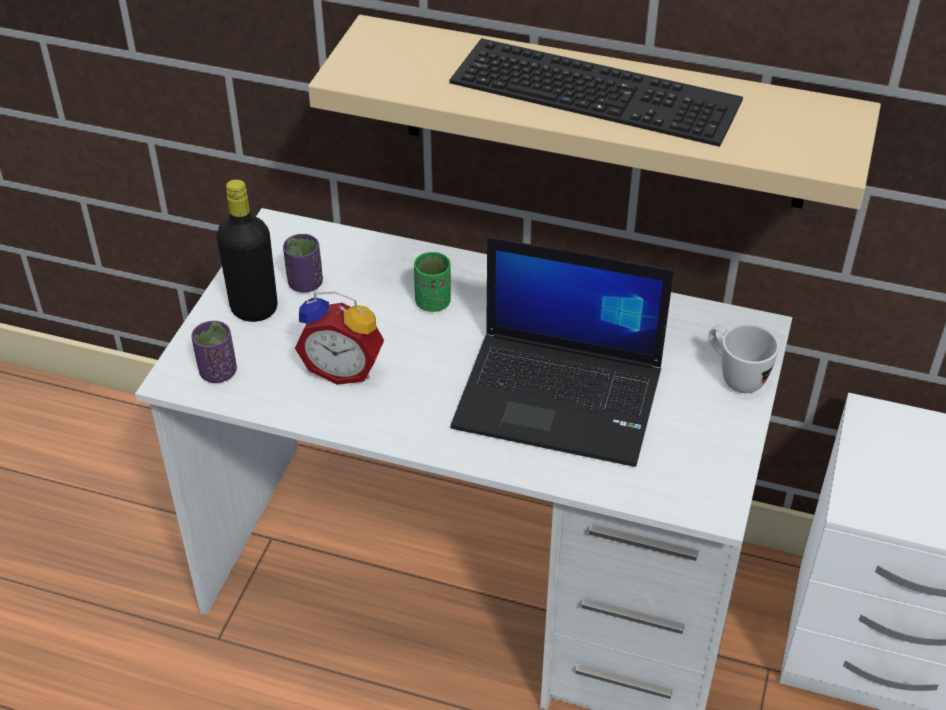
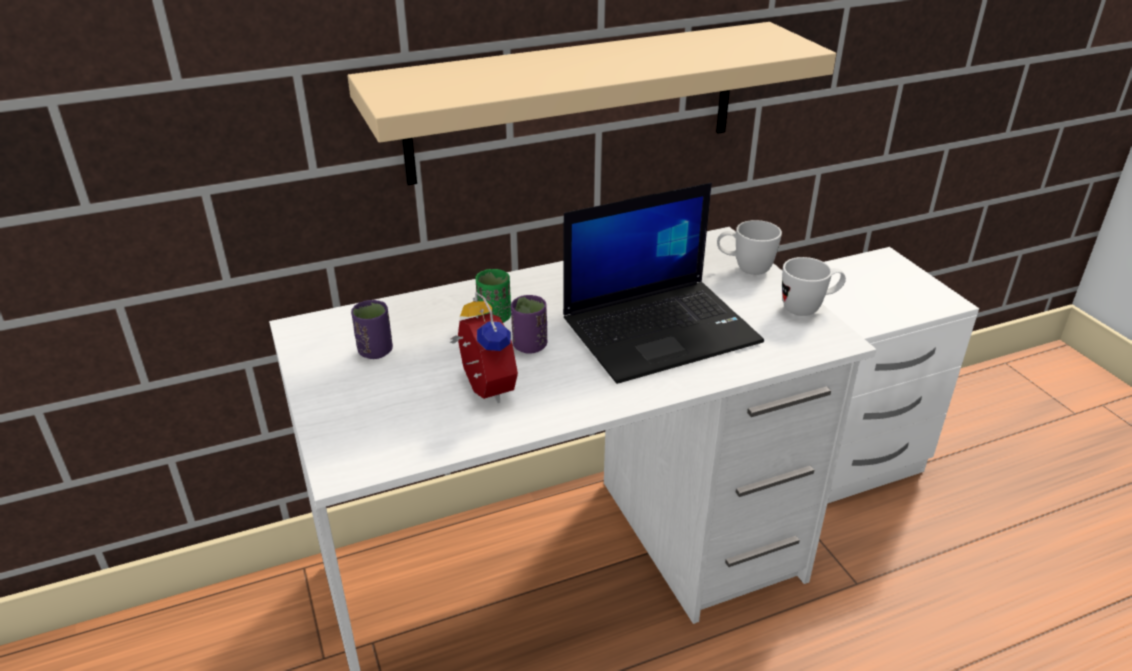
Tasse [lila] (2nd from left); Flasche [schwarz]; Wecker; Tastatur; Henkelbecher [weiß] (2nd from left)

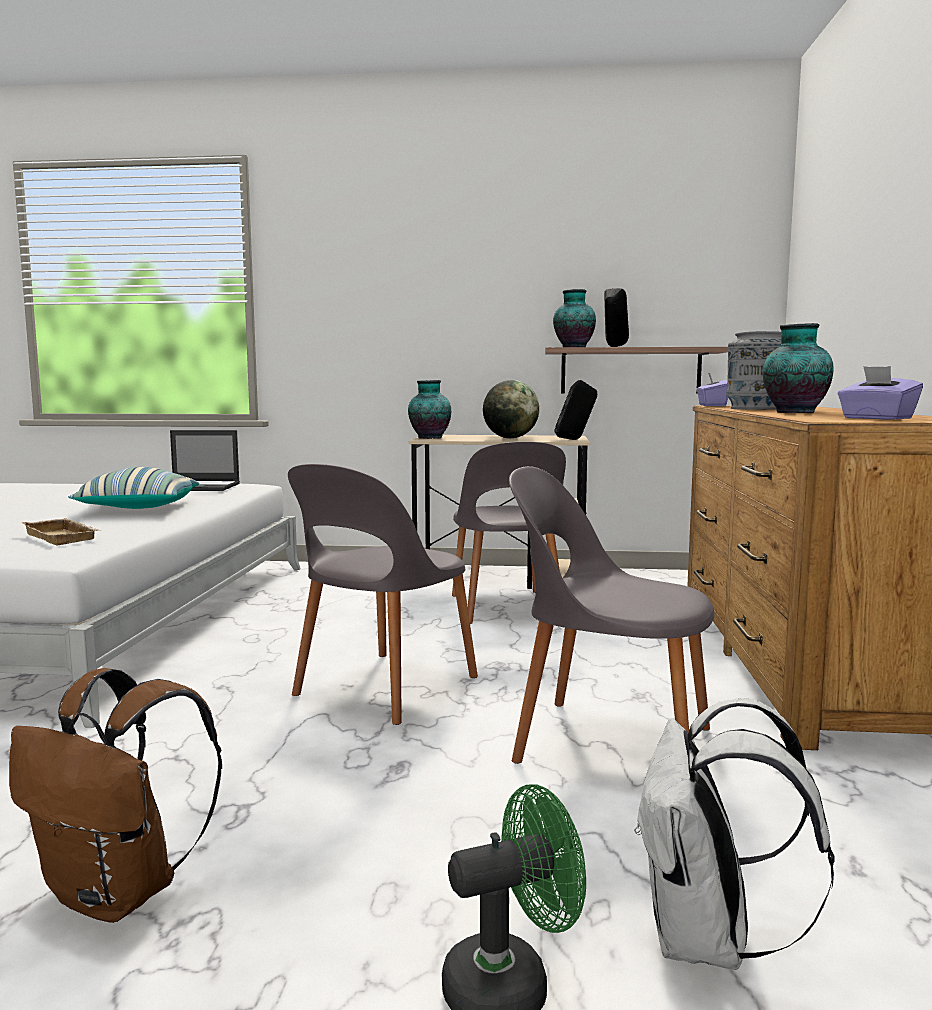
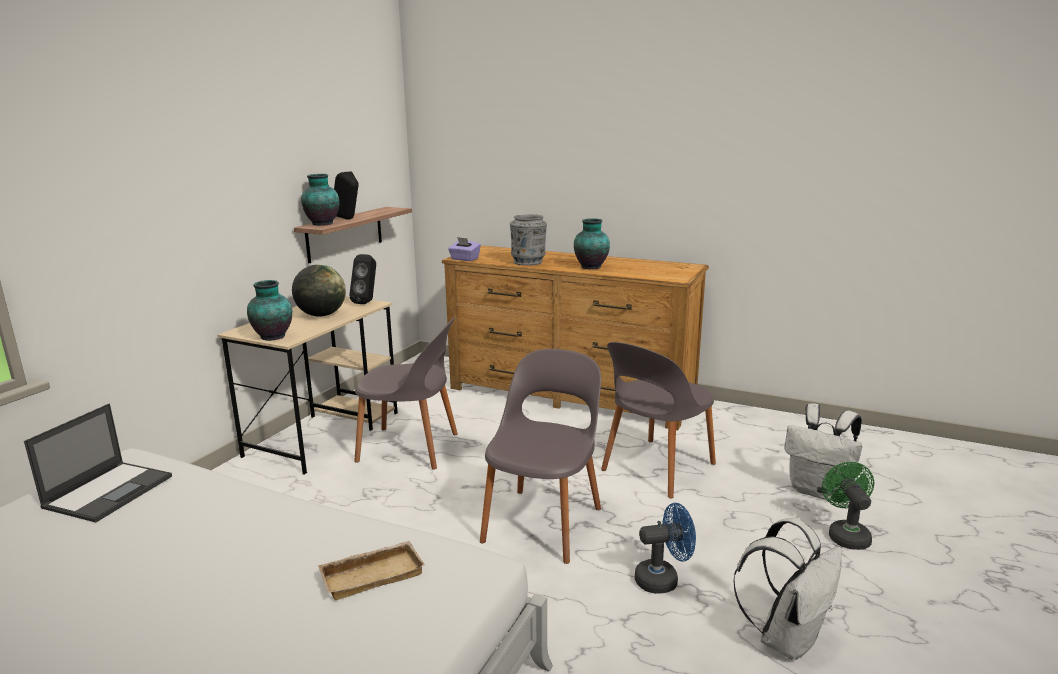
Rucksack [weiß] (1st from left); Kissen; Stuhl [grau] (2nd from left); Taschentuchbox [lila] (2nd from left in the first image); Ventilator [blau]

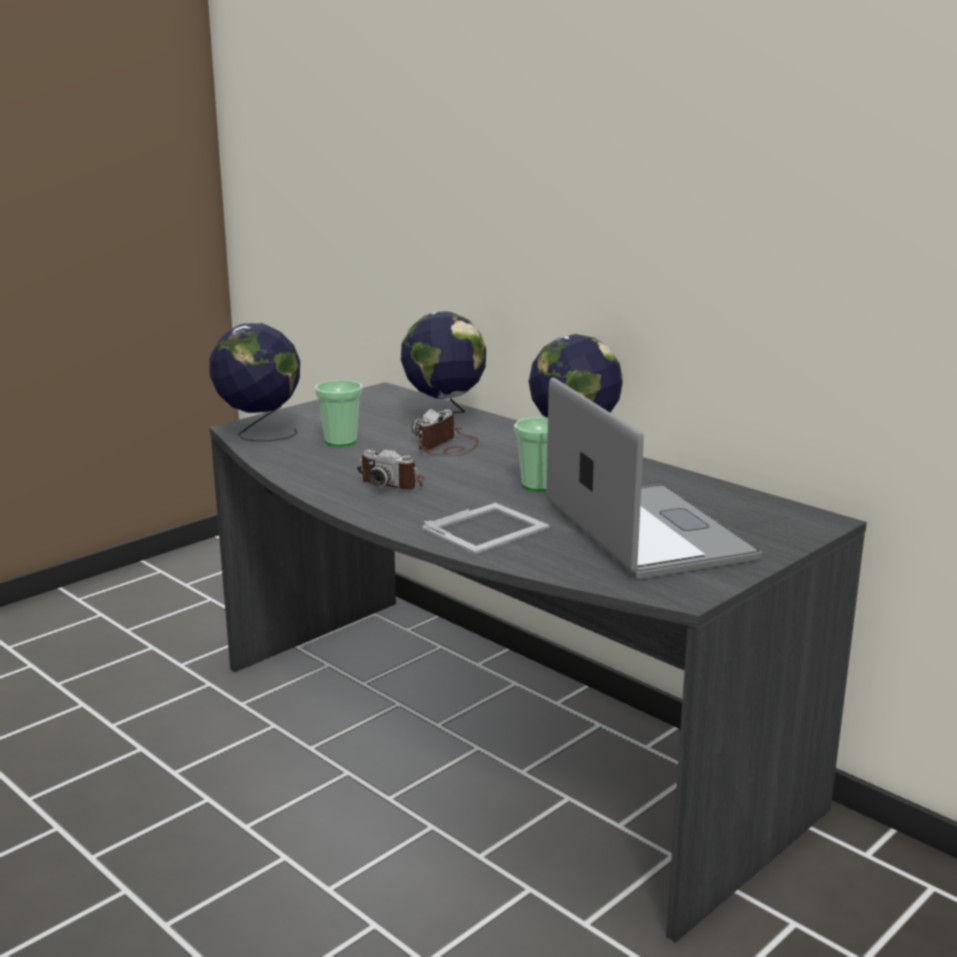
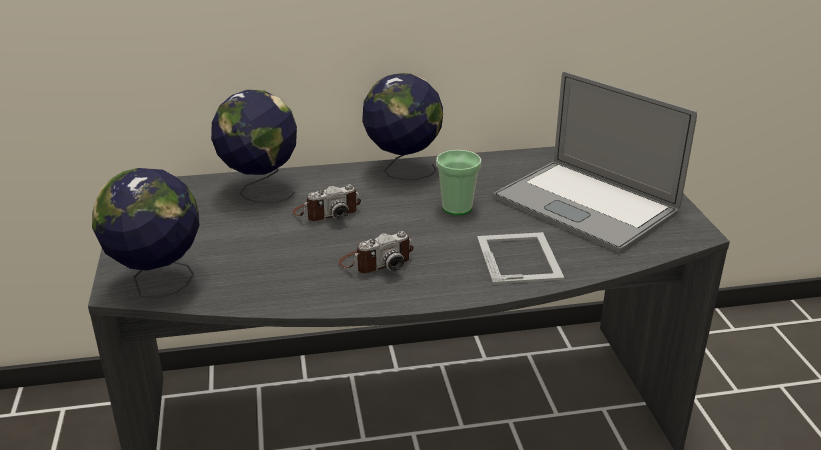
Tasse (1st from left in the first image); Kamera (1st from left); Laptop

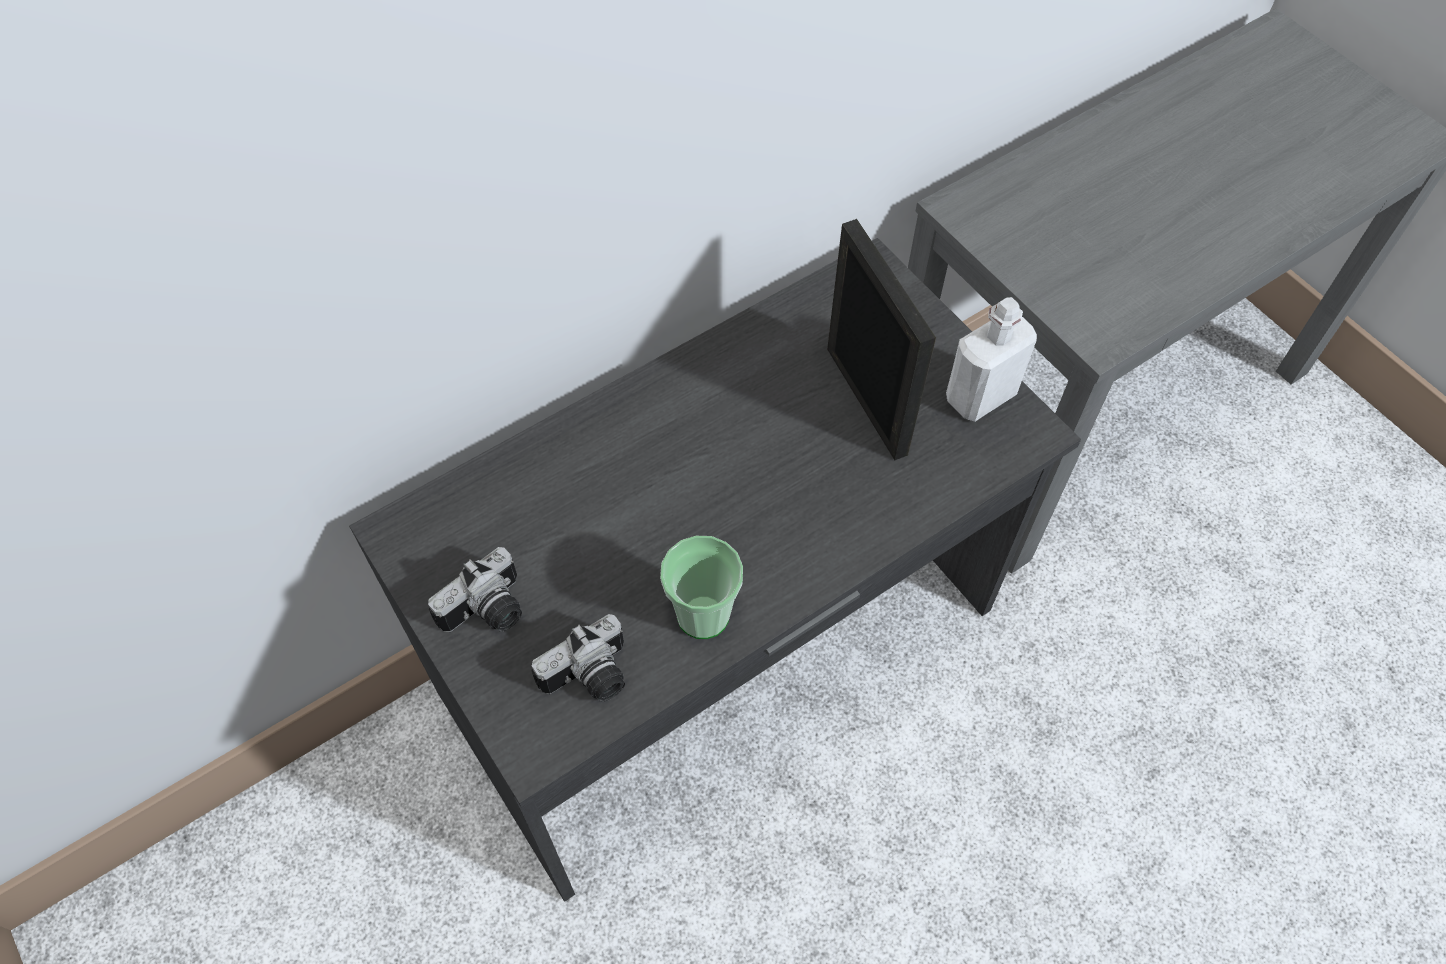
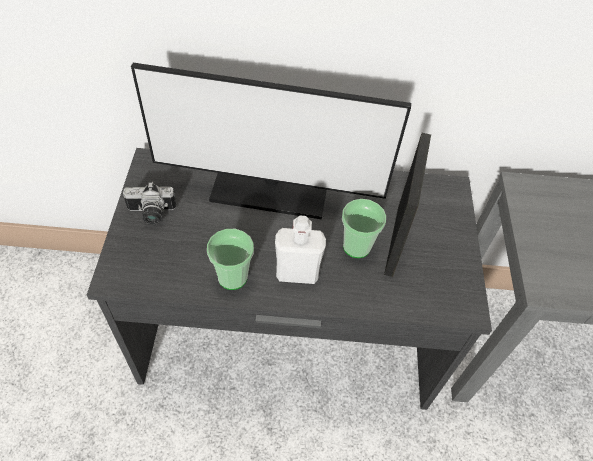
Kamera (2nd from left in the first image); Flasche [weiß]; Monitor; Tasse (2nd from left)

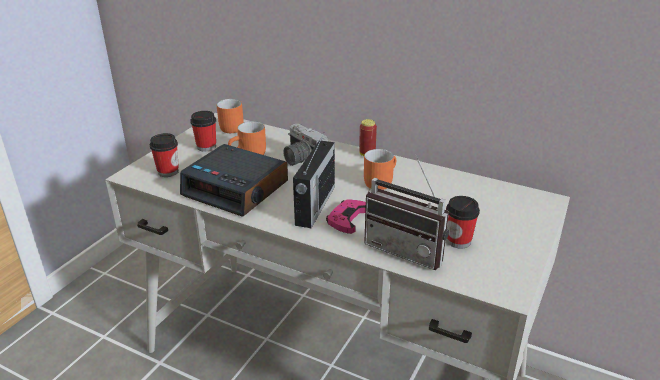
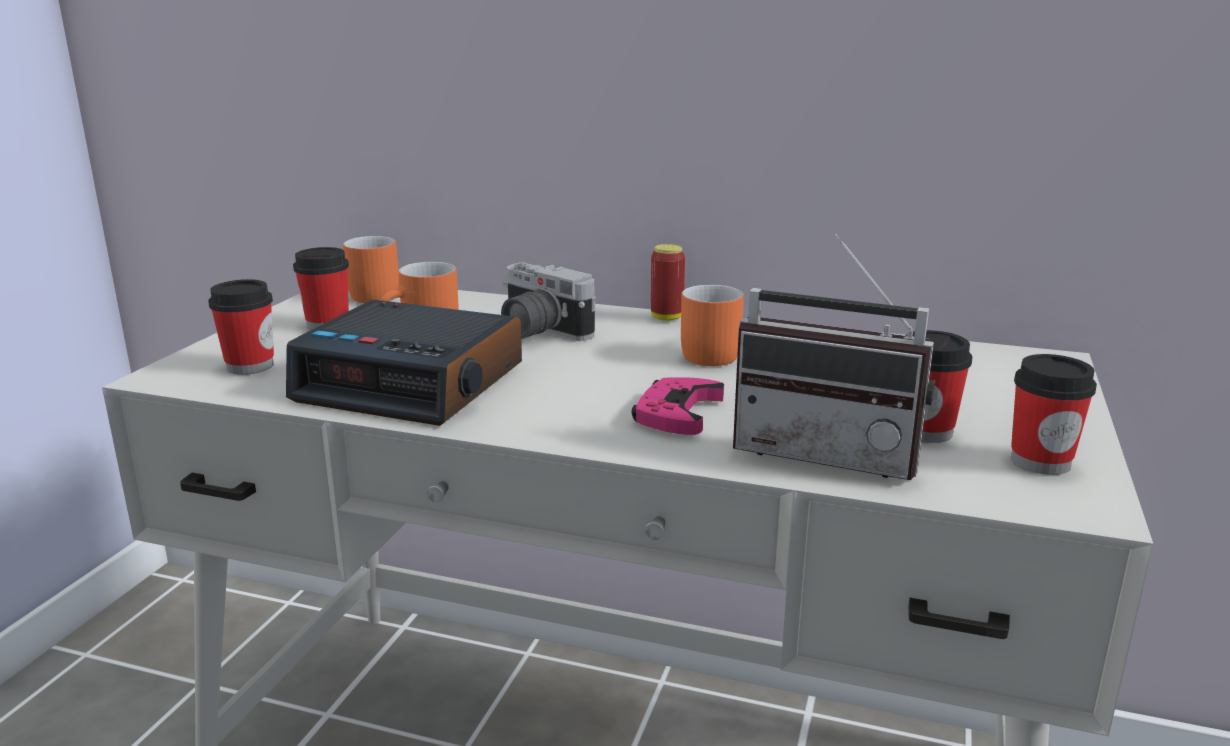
Radio (1st from left in the first image); Tasse (4th from left)

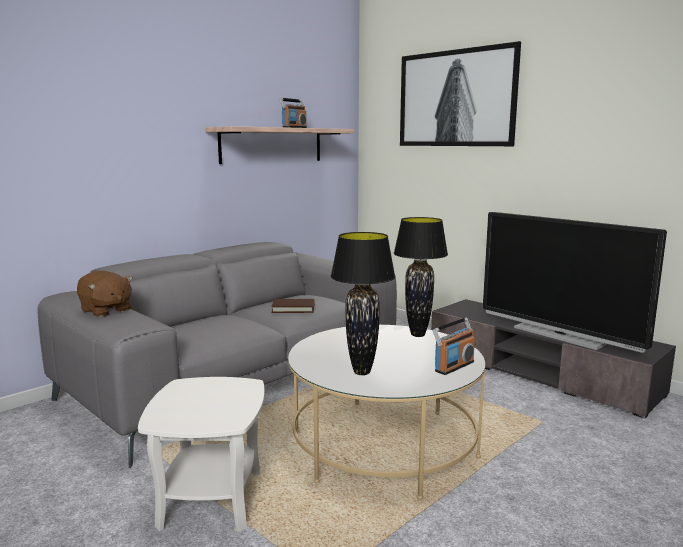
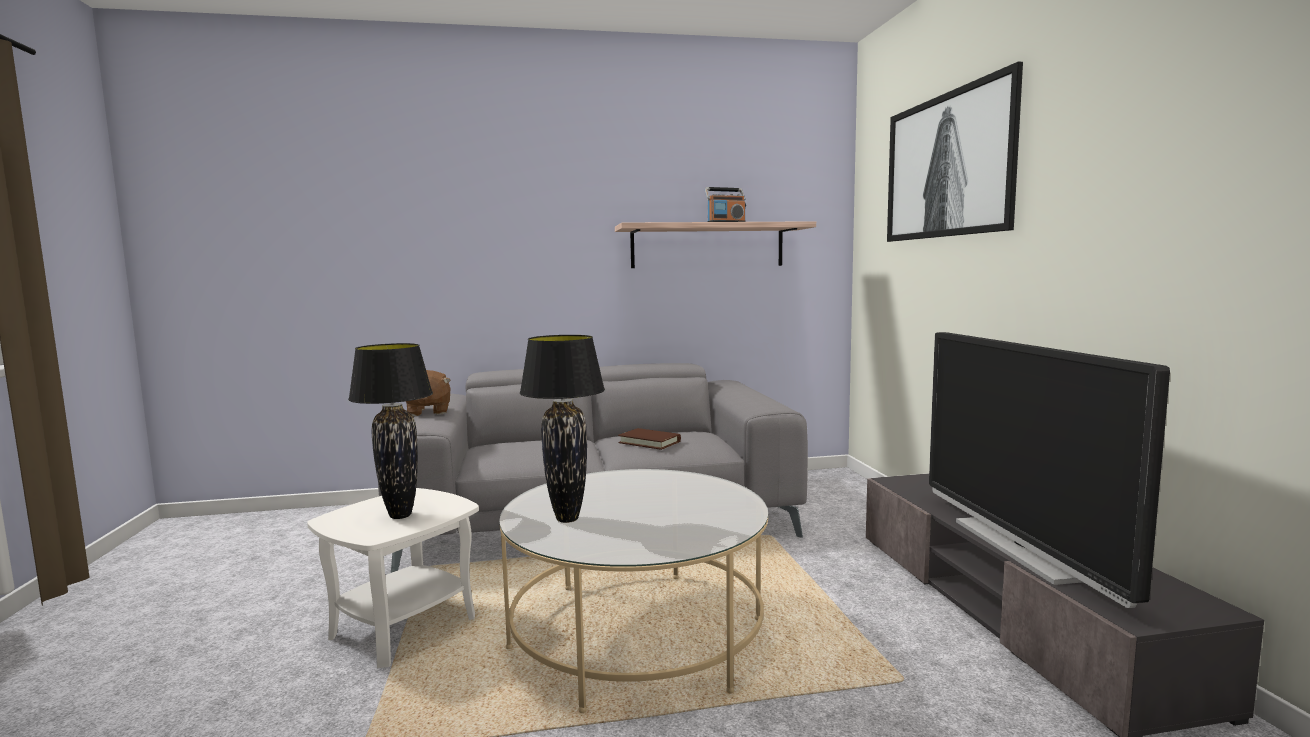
Tischlampe [schwarz] (1st from left); Radio (2nd from left in the first image)

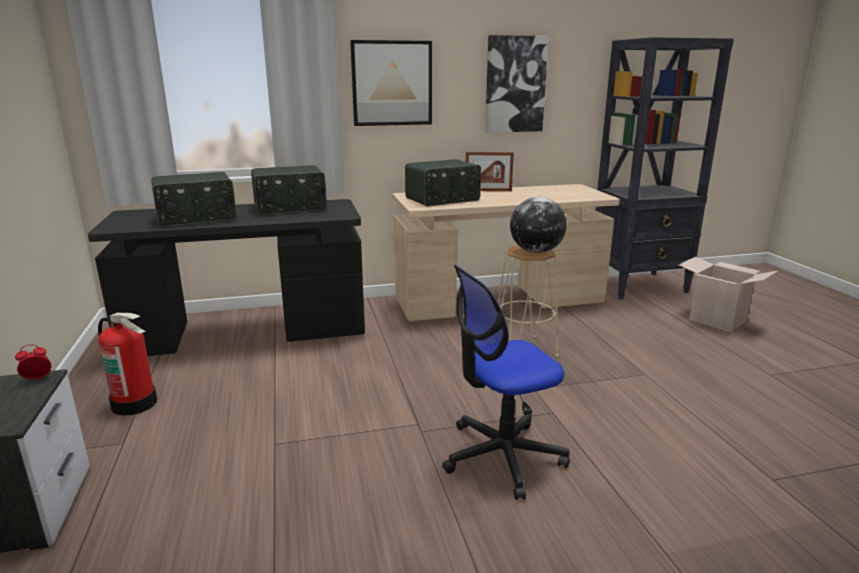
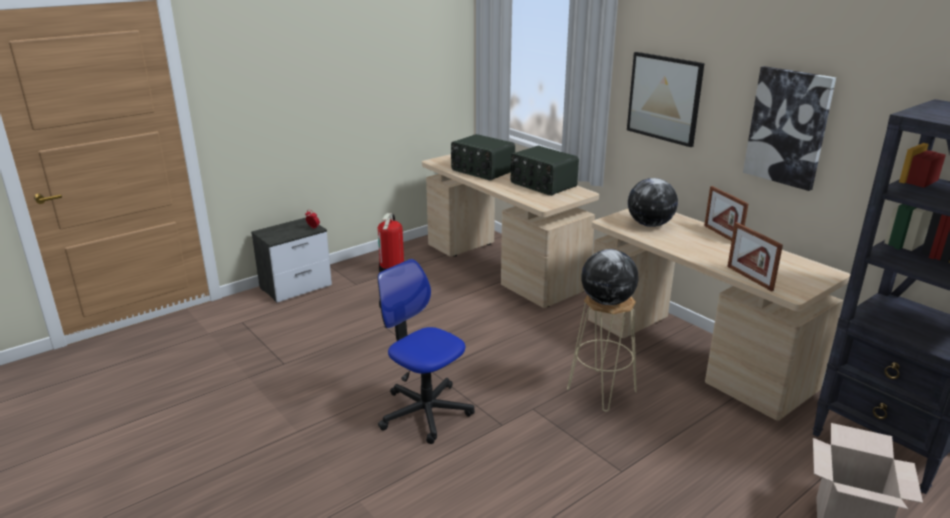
Schreibtisch [beige] (1st from left); Globus (2nd from left); Bilderrahmen (2nd from left)

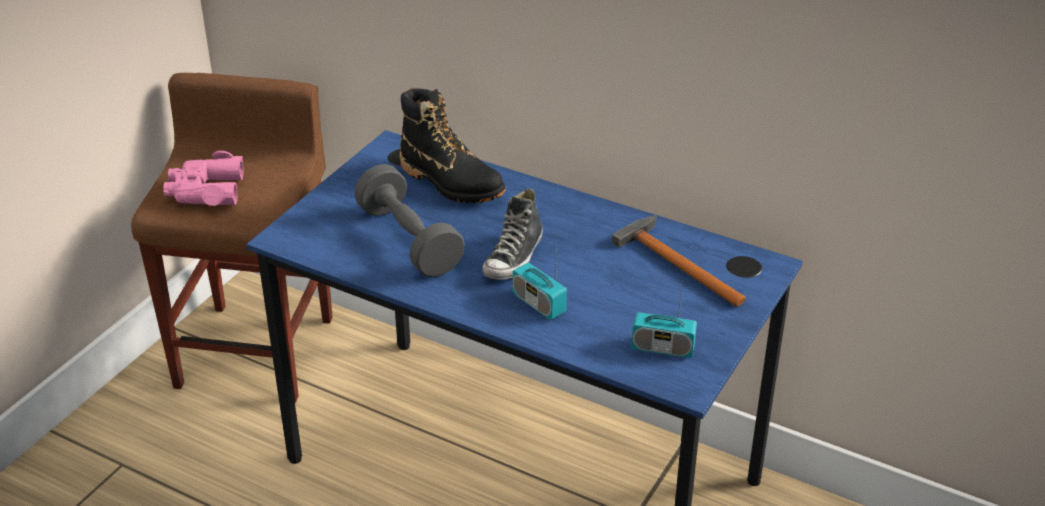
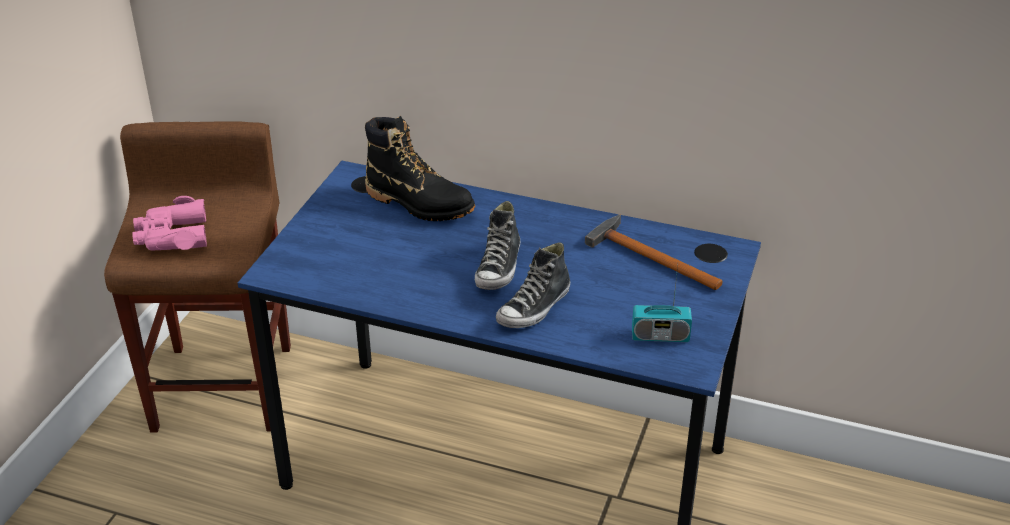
Hantel [grau]; Schuh (2nd from left)

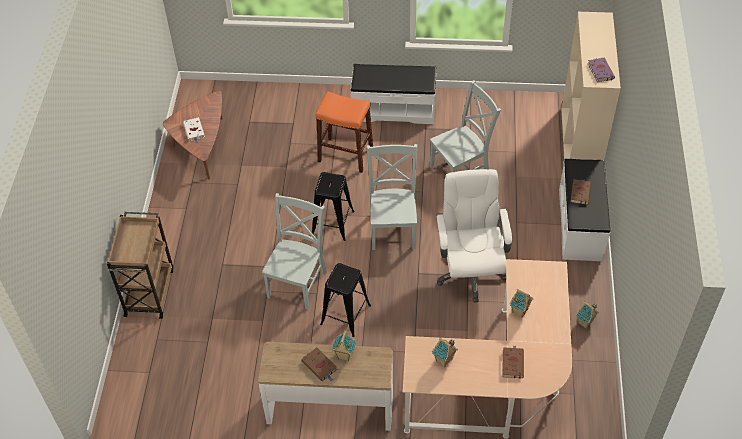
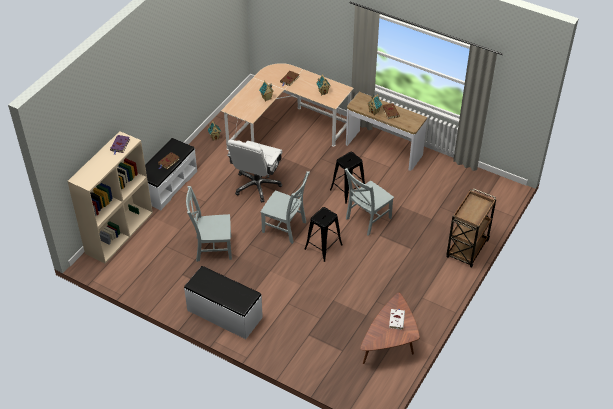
Hocker [orange]; Stuhl [grau] (2nd from left)

